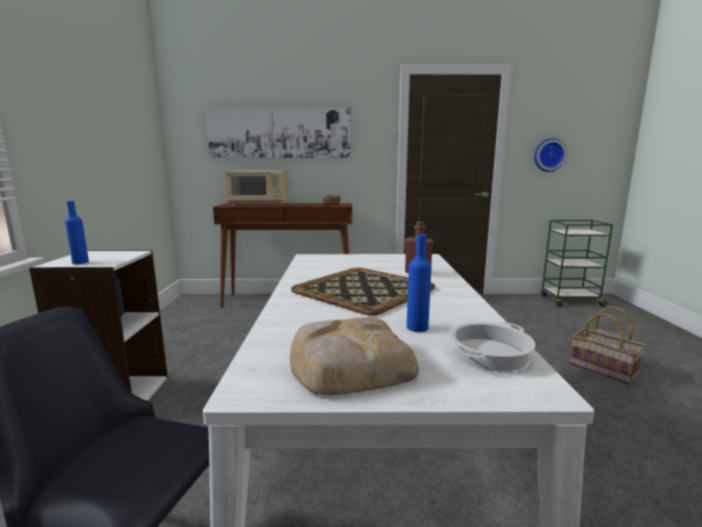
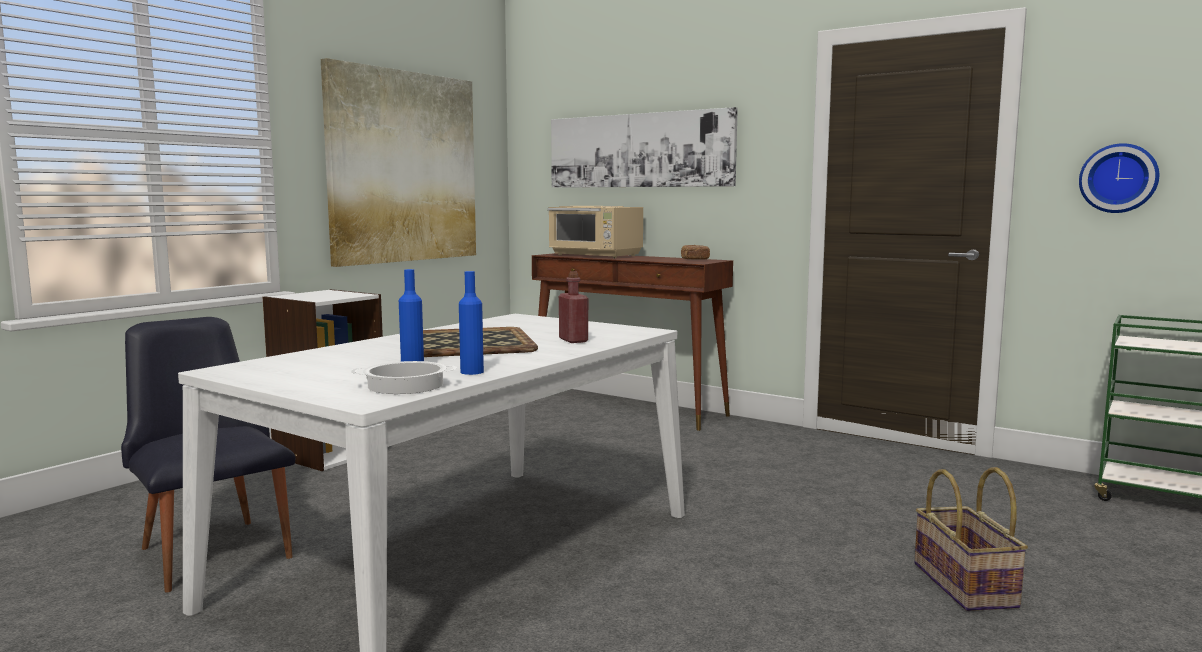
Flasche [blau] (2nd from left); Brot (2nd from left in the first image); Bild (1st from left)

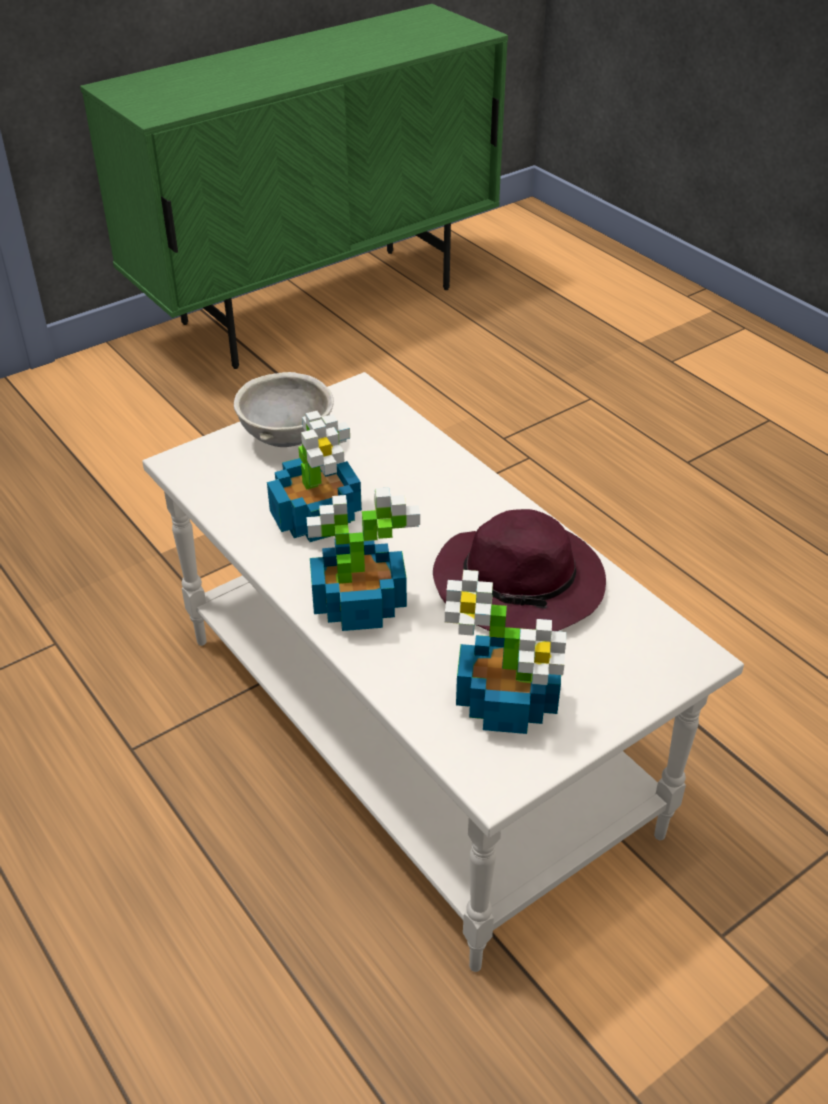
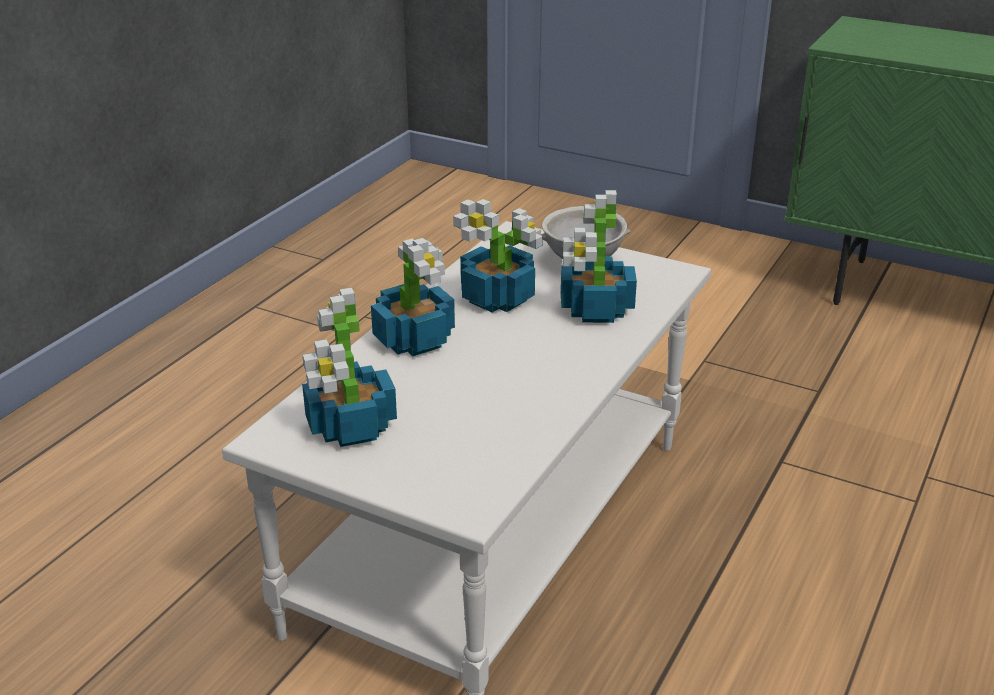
Hut [lila]; Topfpflanze (4th from left)

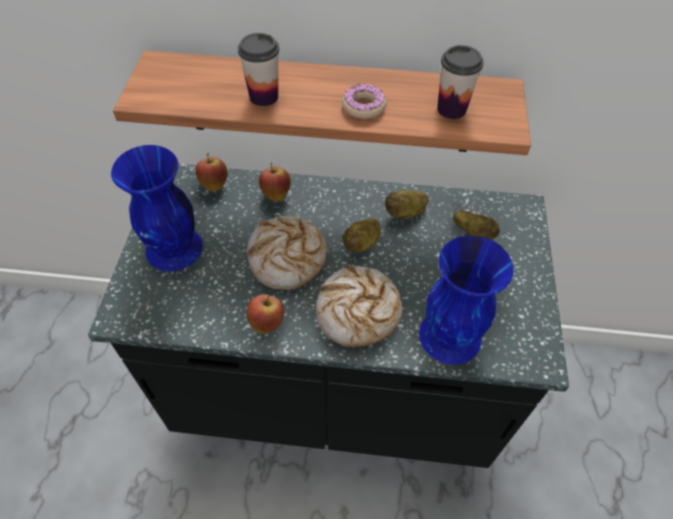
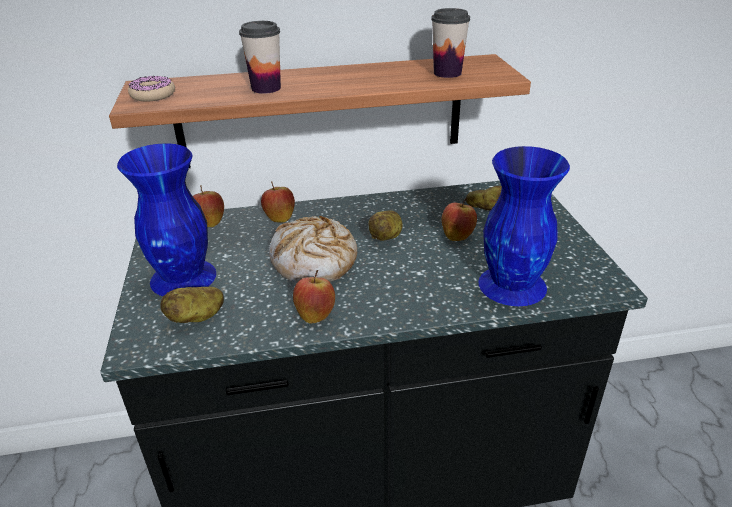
Brot (2nd from left in the first image); Donut; Kartoffel (1st from left); Apfel (4th from left)

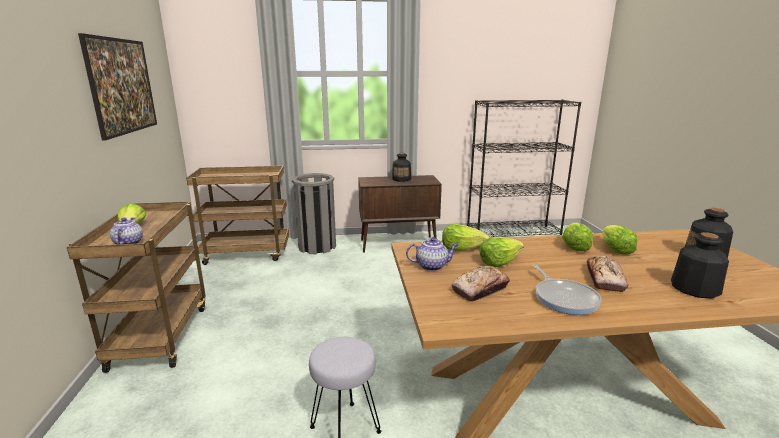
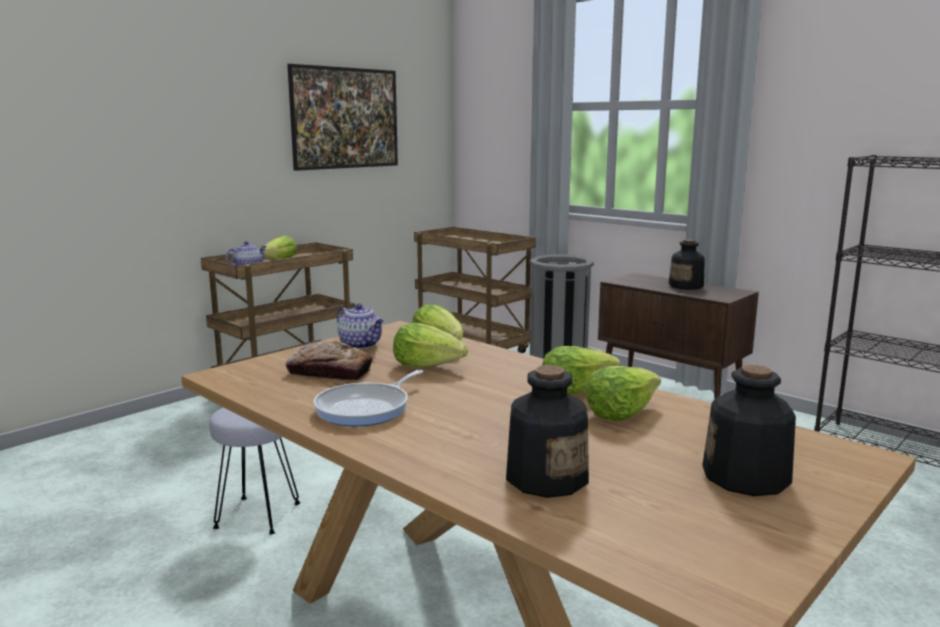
Brot (2nd from left in the first image)

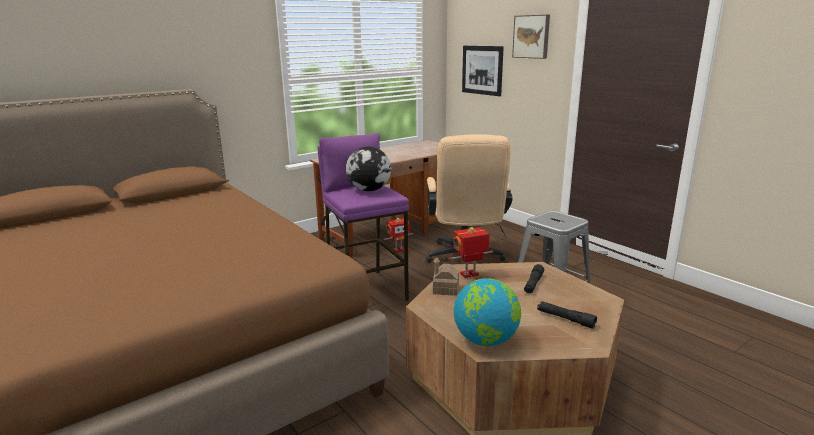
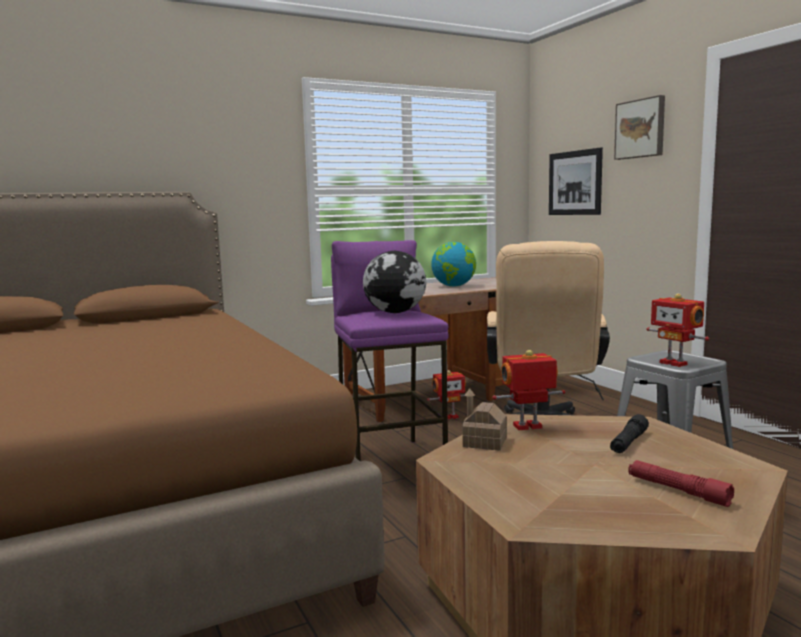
Globus (2nd from left); Taschenlampe [rot]; Spielzeugroboter (3rd from left)

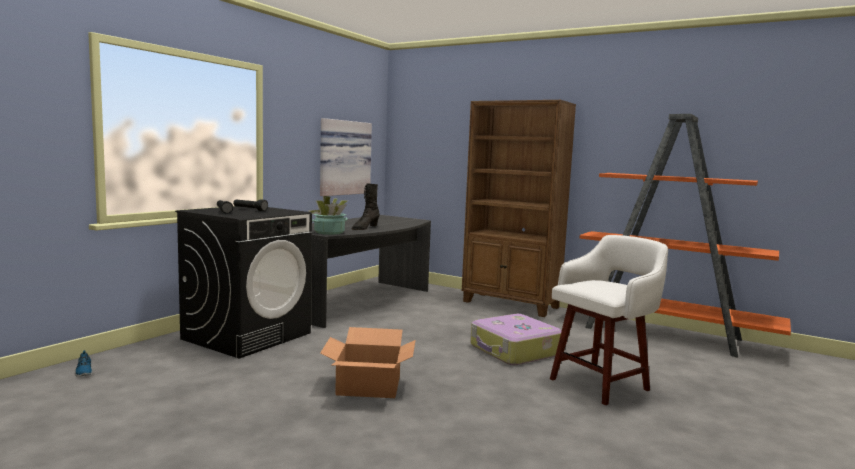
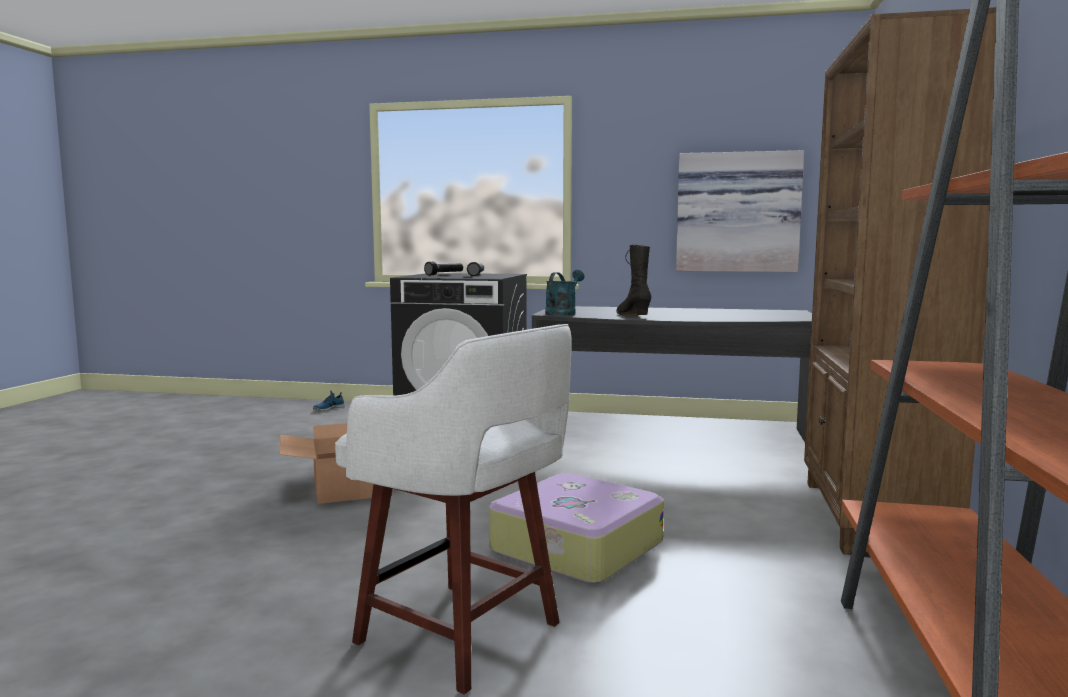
Gießkanne [türkis]; Stiefel [schwarz]

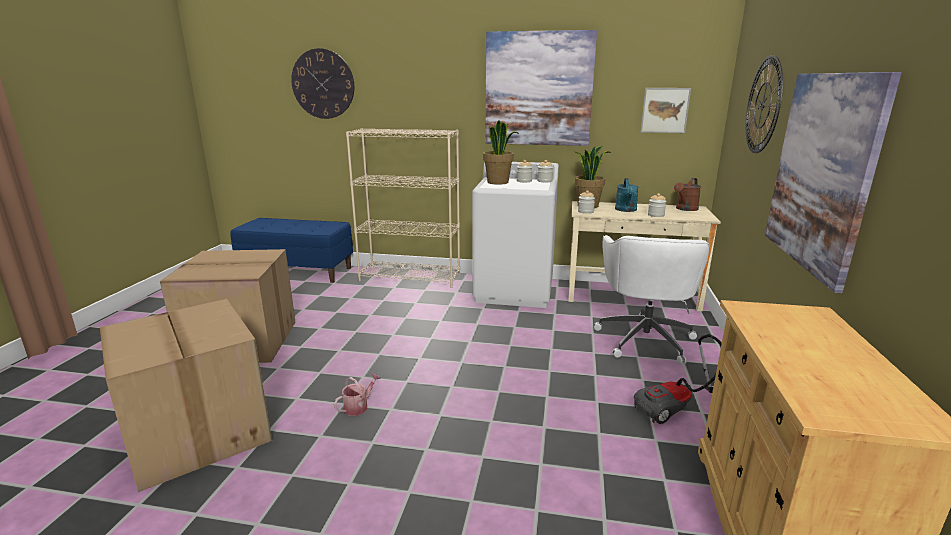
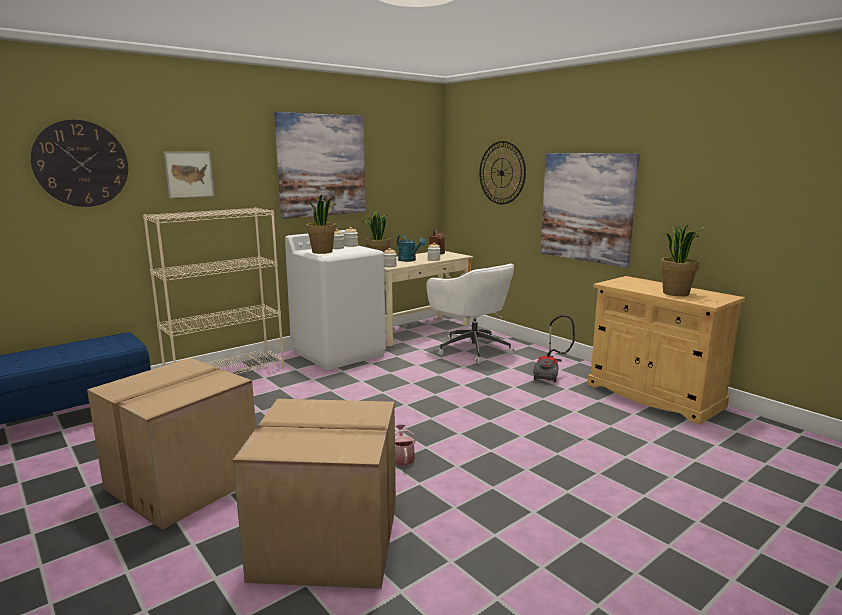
Bild (1st from left); Topfpflanze (3rd from left)

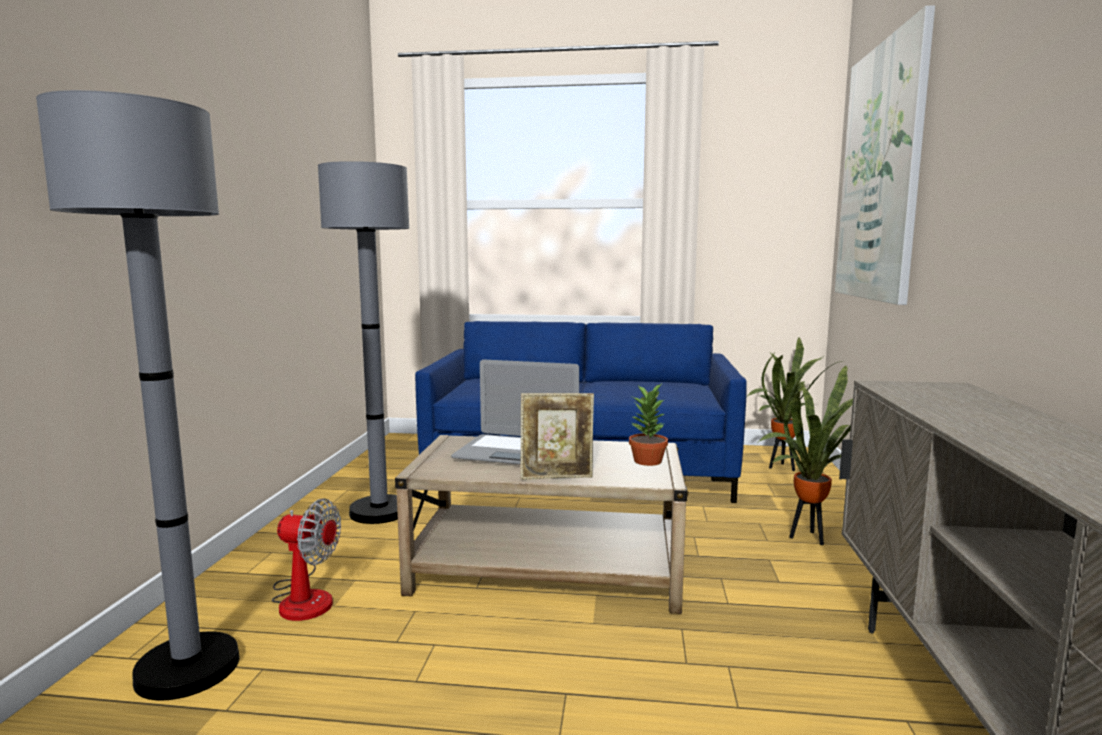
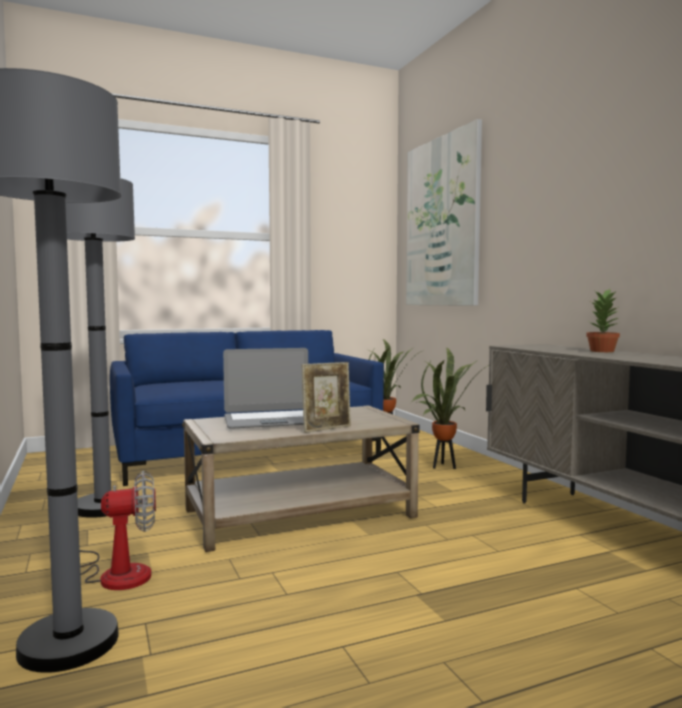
Topfpflanze (3rd from left)

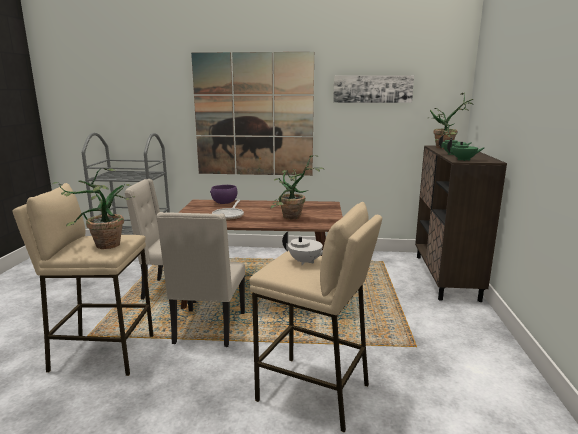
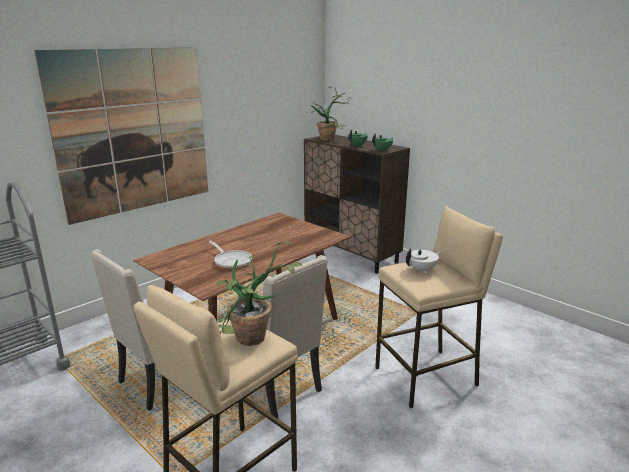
Schüssel [lila]; Topfpflanze (2nd from left in the first image); Bild (2nd from left in the first image)

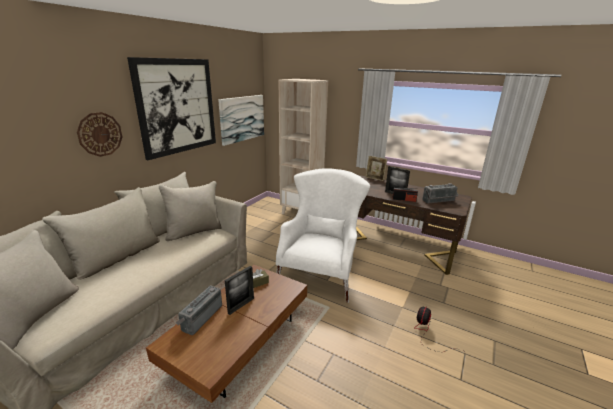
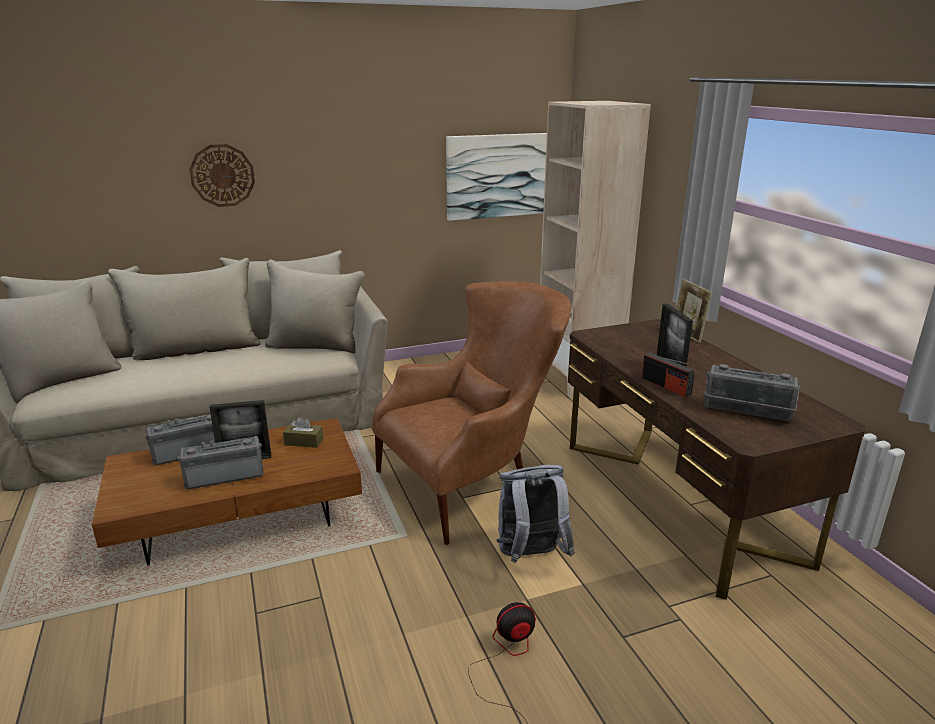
Bild (1st from left in the first image); Sessel [braun]; Radio (2nd from left); Rucksack [grau]

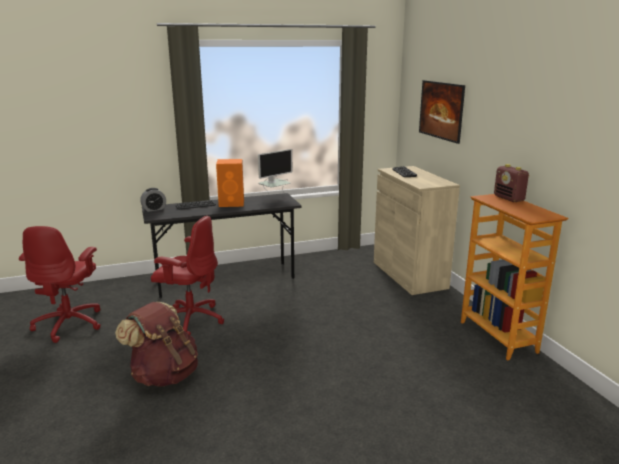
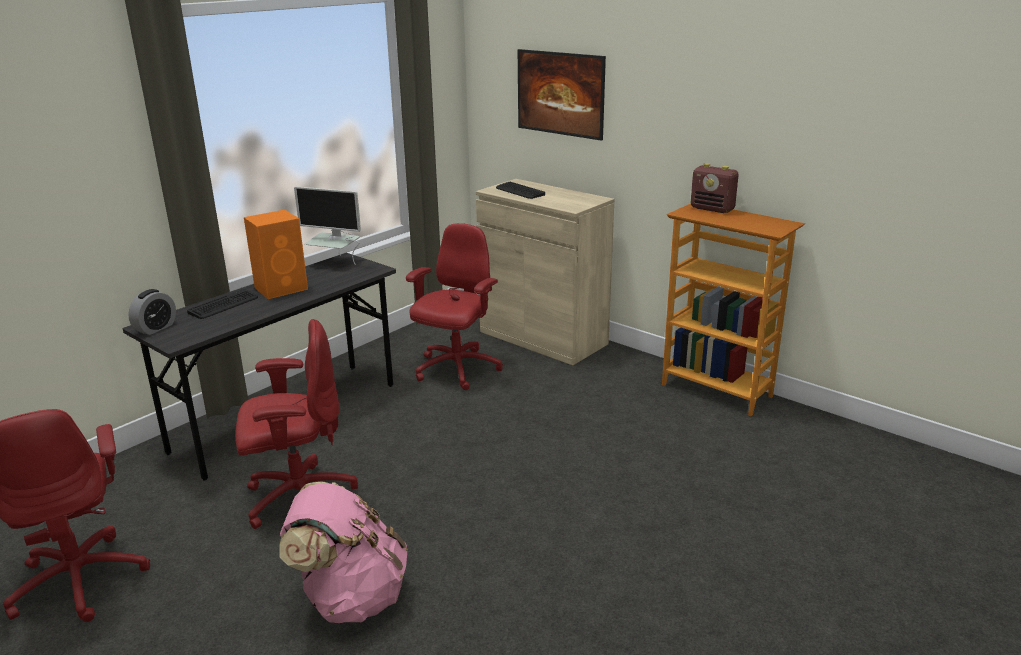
Rucksack [rosa]; Monitor; Bürostuhl [rot] (3rd from left)

